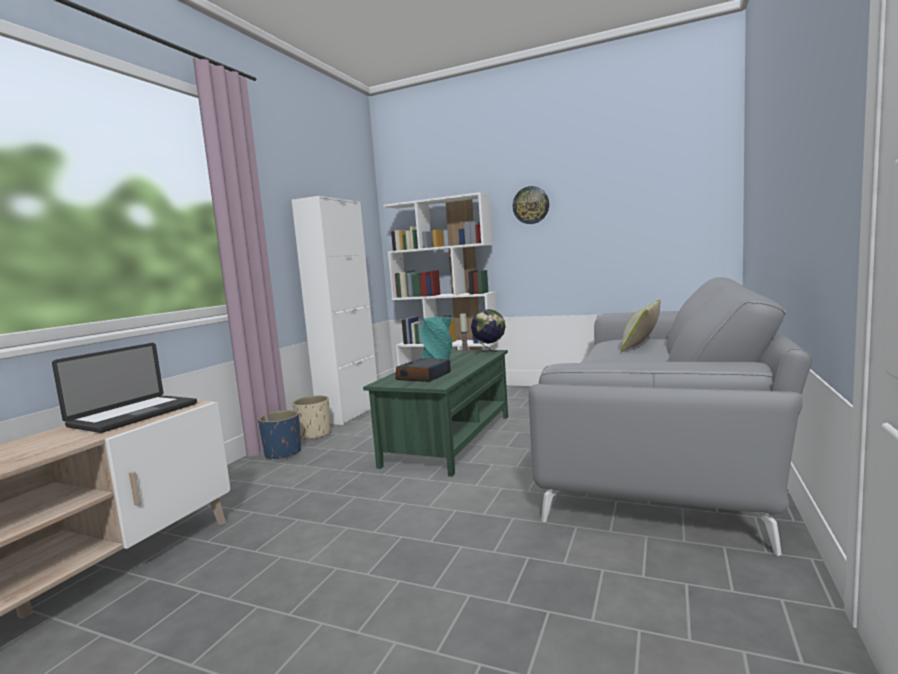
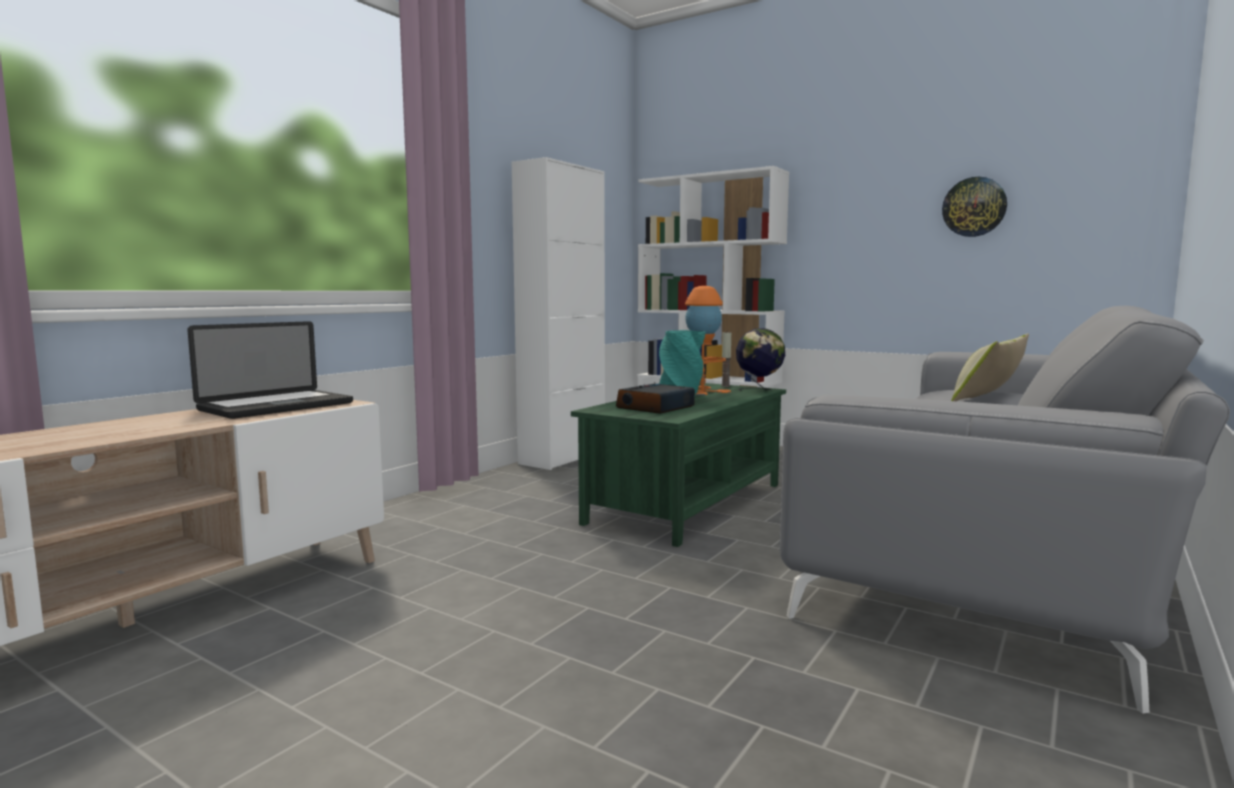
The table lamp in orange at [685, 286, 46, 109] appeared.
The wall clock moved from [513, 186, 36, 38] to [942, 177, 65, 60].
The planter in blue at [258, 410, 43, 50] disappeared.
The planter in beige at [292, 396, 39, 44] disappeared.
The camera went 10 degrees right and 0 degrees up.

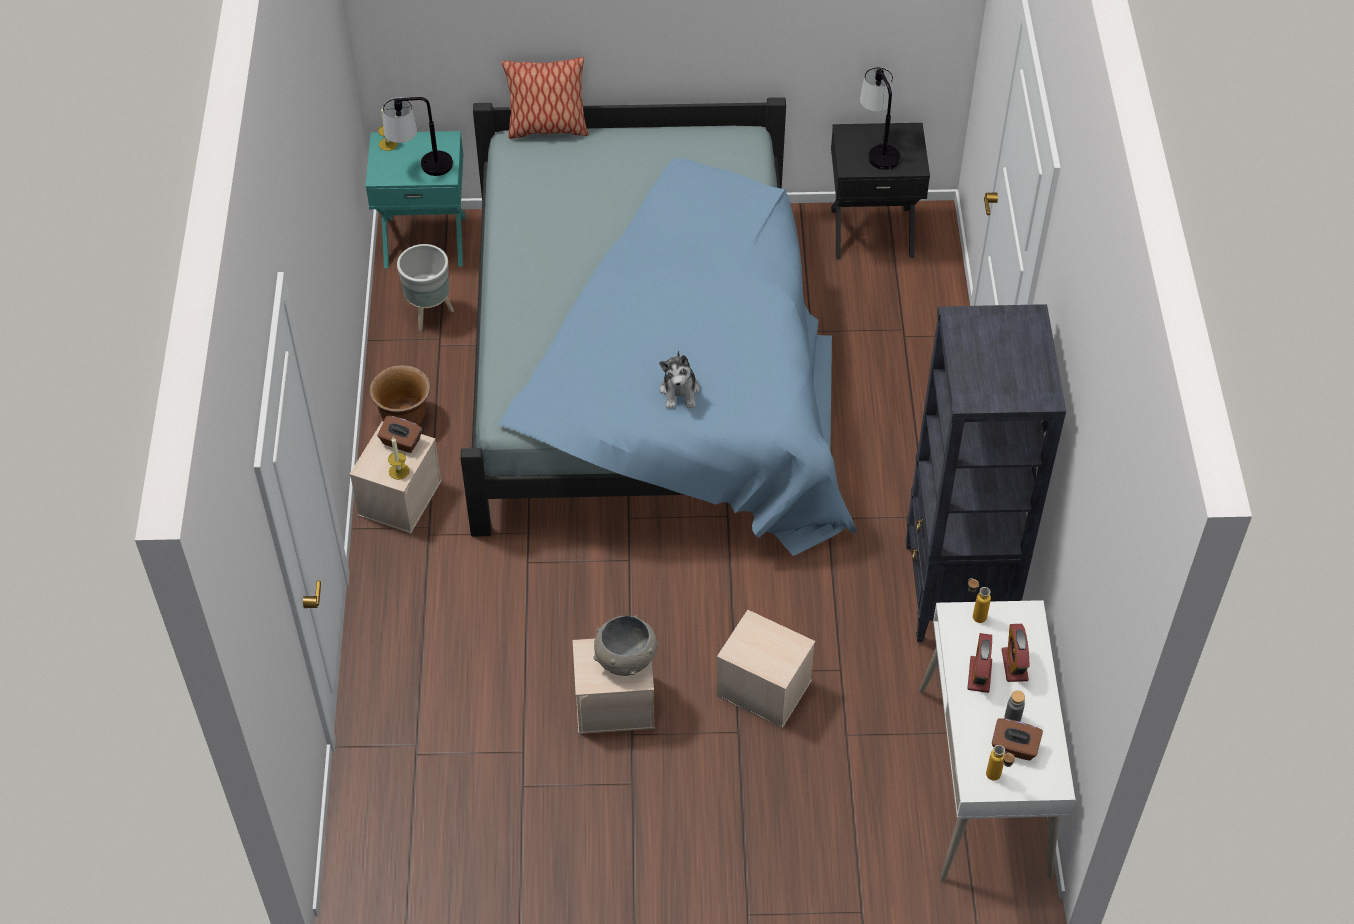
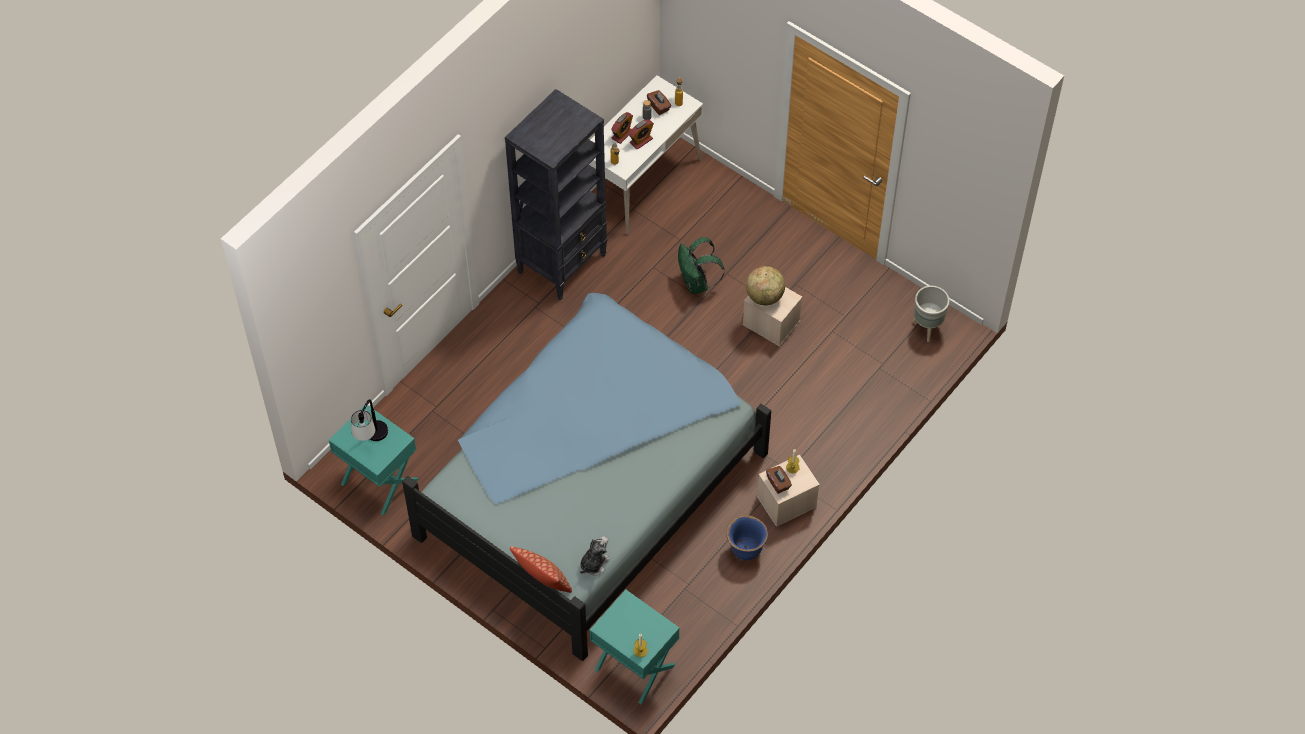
The nightstand in black at [831, 123, 99, 136] became the nightstand in turquoise at [329, 405, 89, 110].
The plush toy moved from [659, 350, 41, 59] to [580, 536, 31, 39].
The storage box in beige at [716, 610, 99, 118] was replaced by the backpack in green at [678, 237, 47, 57].
The planter in brown at [370, 365, 61, 60] became the planter in blue at [726, 515, 42, 46].
The bowl in grey at [594, 615, 65, 61] was replaced by the globe at [746, 266, 39, 40].
The planter in grey moved from [397, 244, 57, 87] to [912, 286, 38, 56].
The table lamp at [383, 97, 70, 79] disappeared.
The camera went 140 degrees left and 5 degrees up.

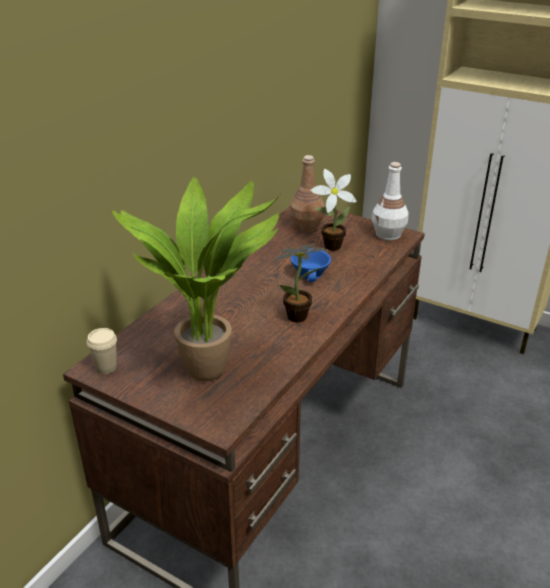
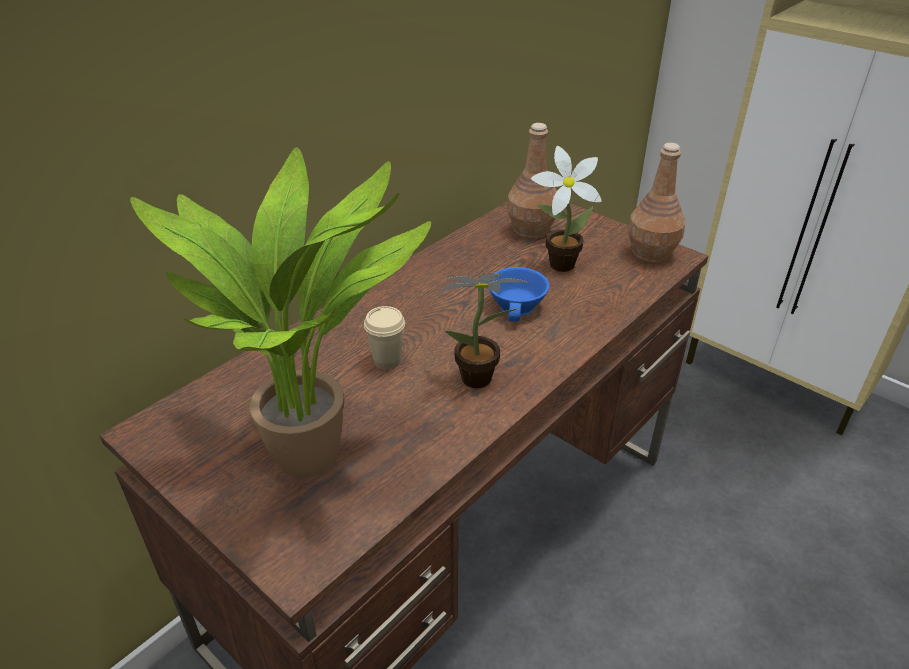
The cup in beige moved from [87, 328, 30, 46] to [364, 306, 41, 64].
The bottle in white at [372, 162, 37, 78] became the bottle in brown at [628, 143, 57, 120].
The camera went 10 degrees right and 5 degrees up.

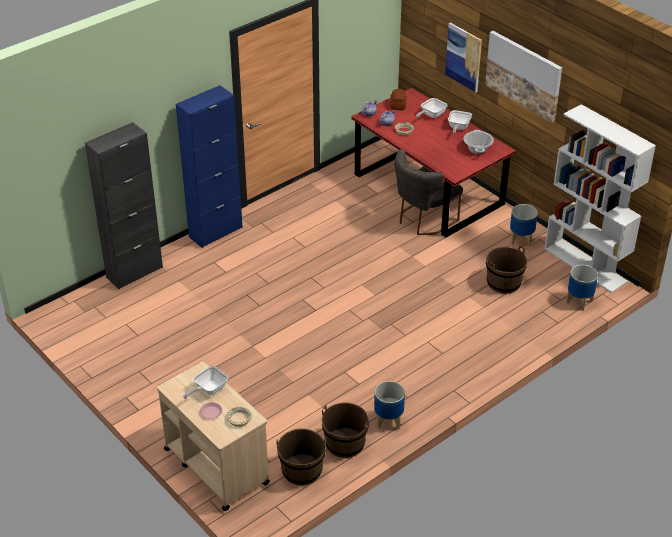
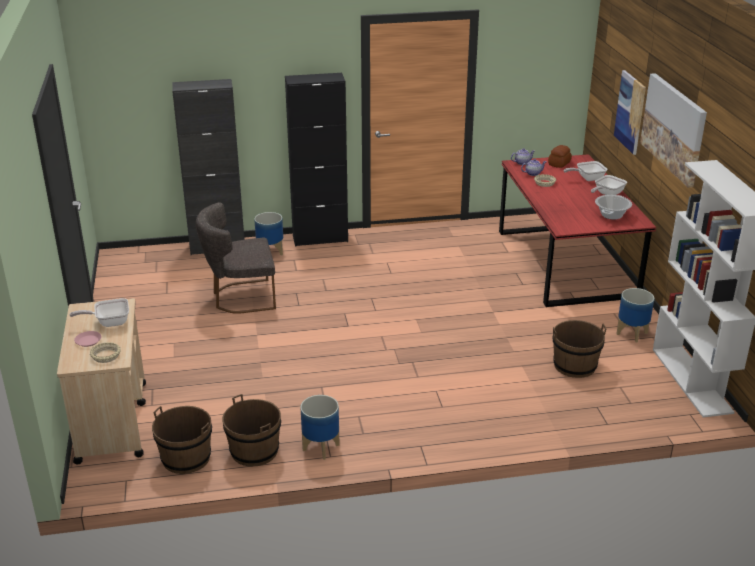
The chair in grey moved from [394, 149, 69, 86] to [195, 202, 81, 112].
The planter moved from [566, 265, 32, 46] to [254, 212, 29, 43].
The cabinet in blue at [176, 85, 67, 163] became the cabinet in black at [285, 73, 63, 174].
The camera went 30 degrees right and 10 degrees down.

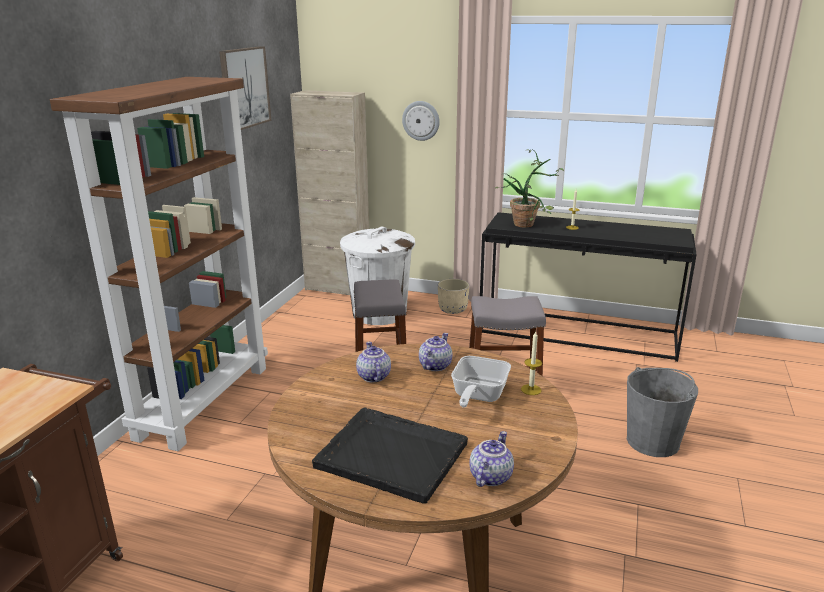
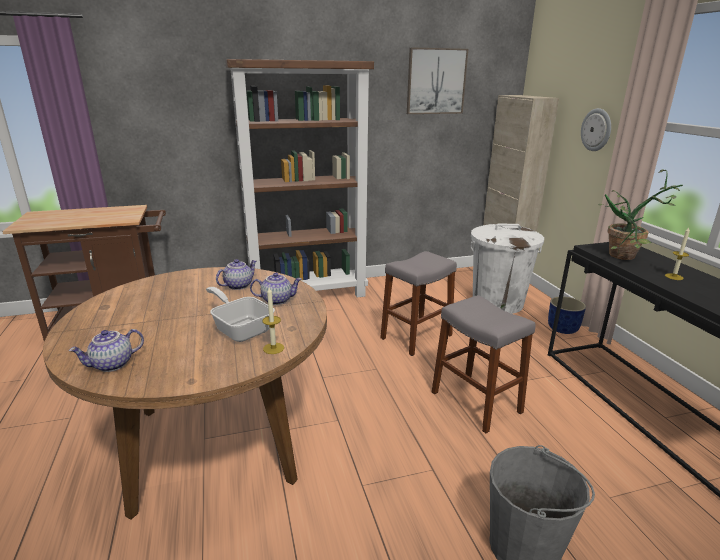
The teapot at [469, 431, 45, 56] turned 150 degrees clockwise.
The frying pan at [451, 356, 60, 52] turned 60 degrees clockwise.
The planter in beige at [438, 279, 31, 35] became the planter in blue at [548, 296, 38, 38].
The tray in black at [312, 408, 156, 96] disappeared.
The camera went 55 degrees right and 0 degrees up.

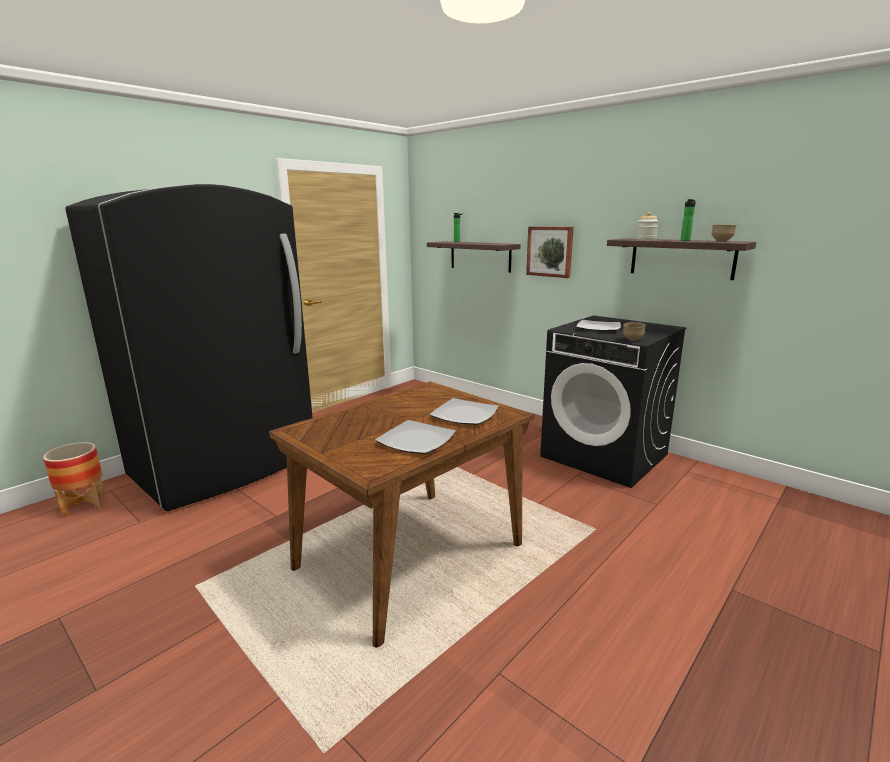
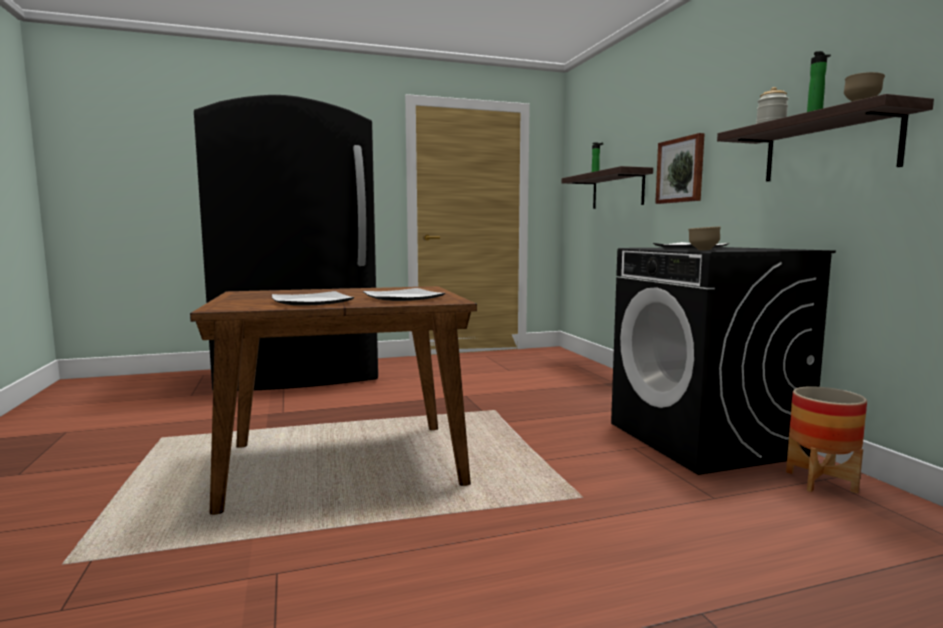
The planter moved from [43, 442, 62, 76] to [786, 386, 81, 108].
The camera went 30 degrees right and 10 degrees down.

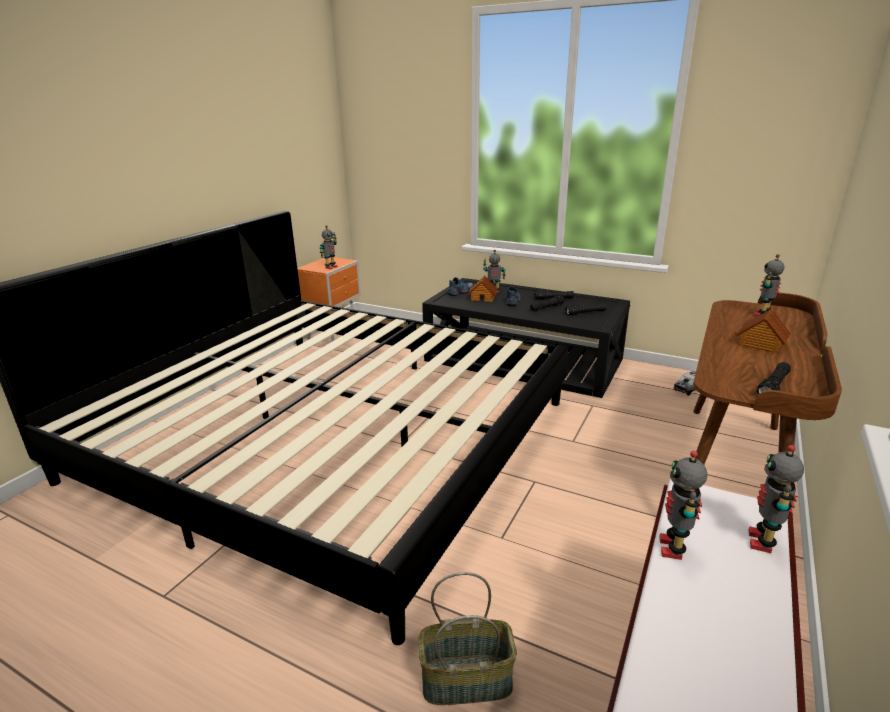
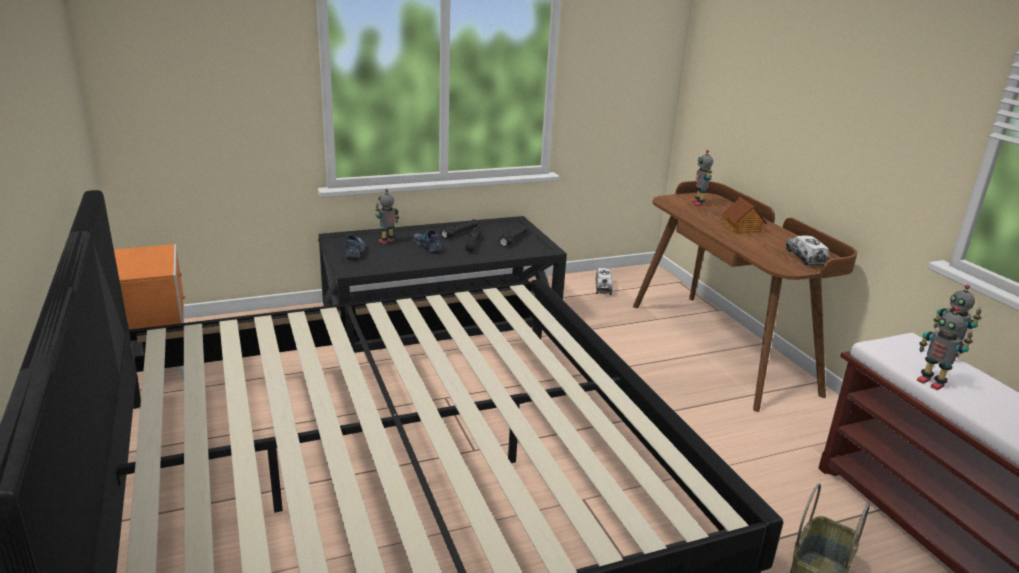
The flashlight in black at [757, 362, 34, 33] was replaced by the toy truck at [786, 236, 43, 29].
The toy robot at [320, 225, 18, 44] disappeared.
The toy house at [468, 276, 30, 26] disappeared.
The camera went 50 degrees left and 0 degrees up.

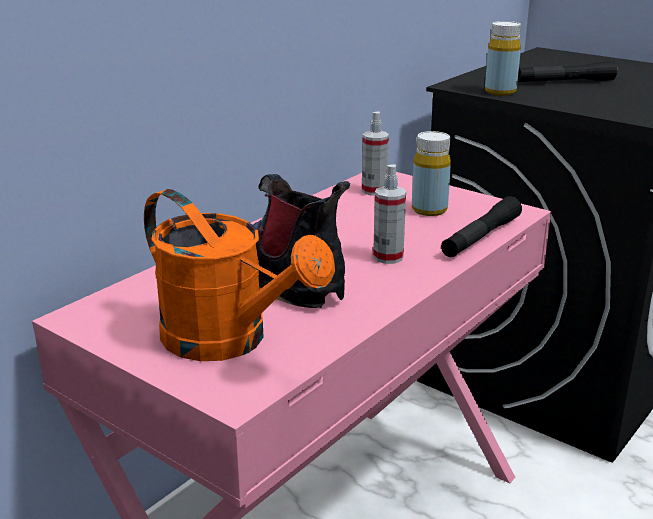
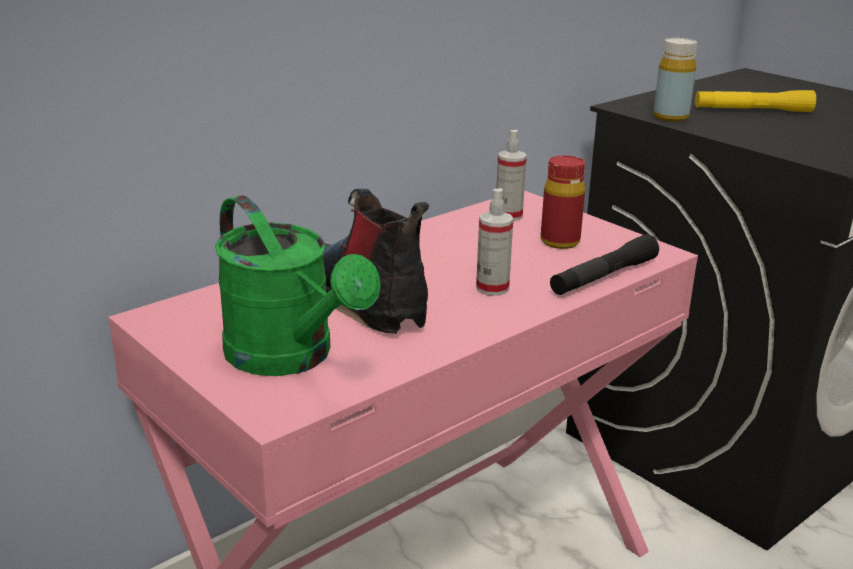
The watering can in orange at [144, 189, 191, 172] became the watering can in green at [215, 195, 165, 181].
The bottle in yellow at [412, 131, 39, 85] became the bottle in red at [541, 155, 44, 94].
The flashlight in black at [518, 61, 99, 21] became the flashlight in yellow at [695, 90, 121, 22].
The camera went 10 degrees right and 0 degrees up.

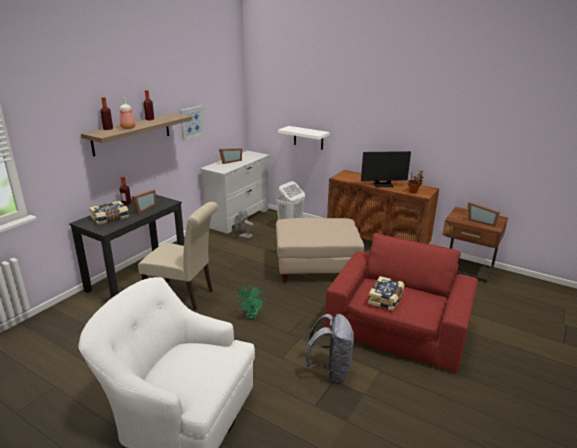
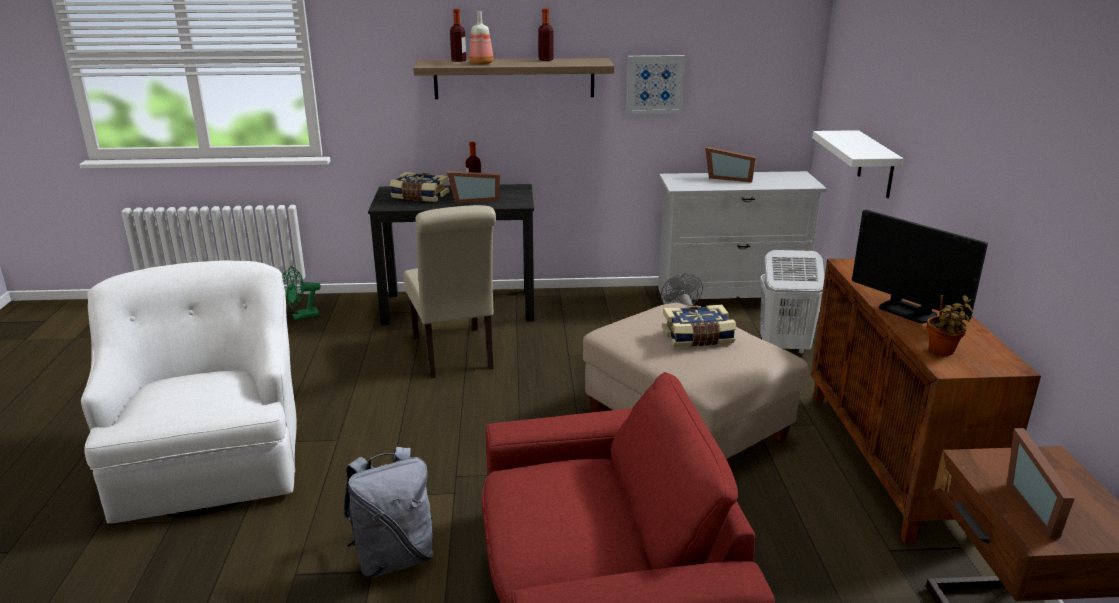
The fan in green moved from [236, 285, 29, 34] to [282, 266, 39, 54].
The book moved from [368, 276, 36, 34] to [662, 305, 74, 42].
The camera went 55 degrees right and 0 degrees up.

